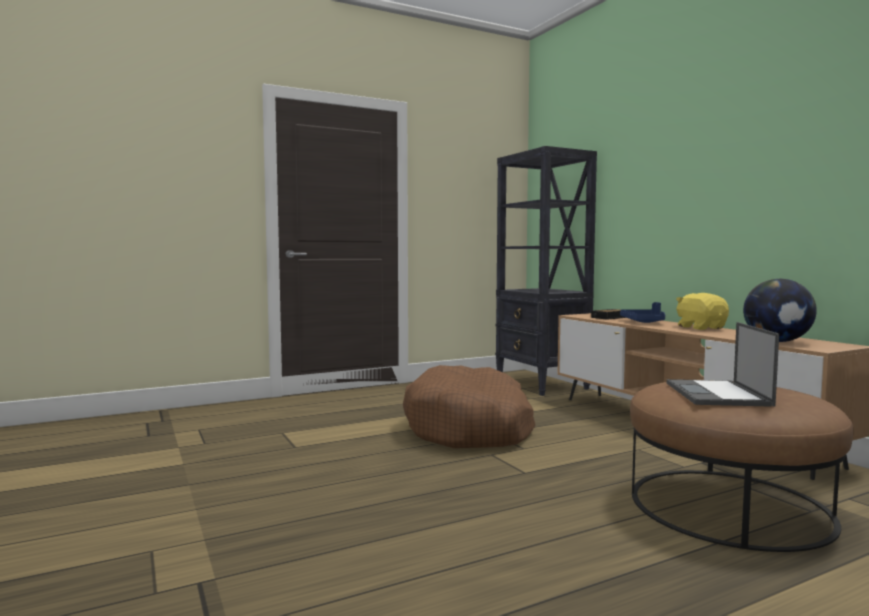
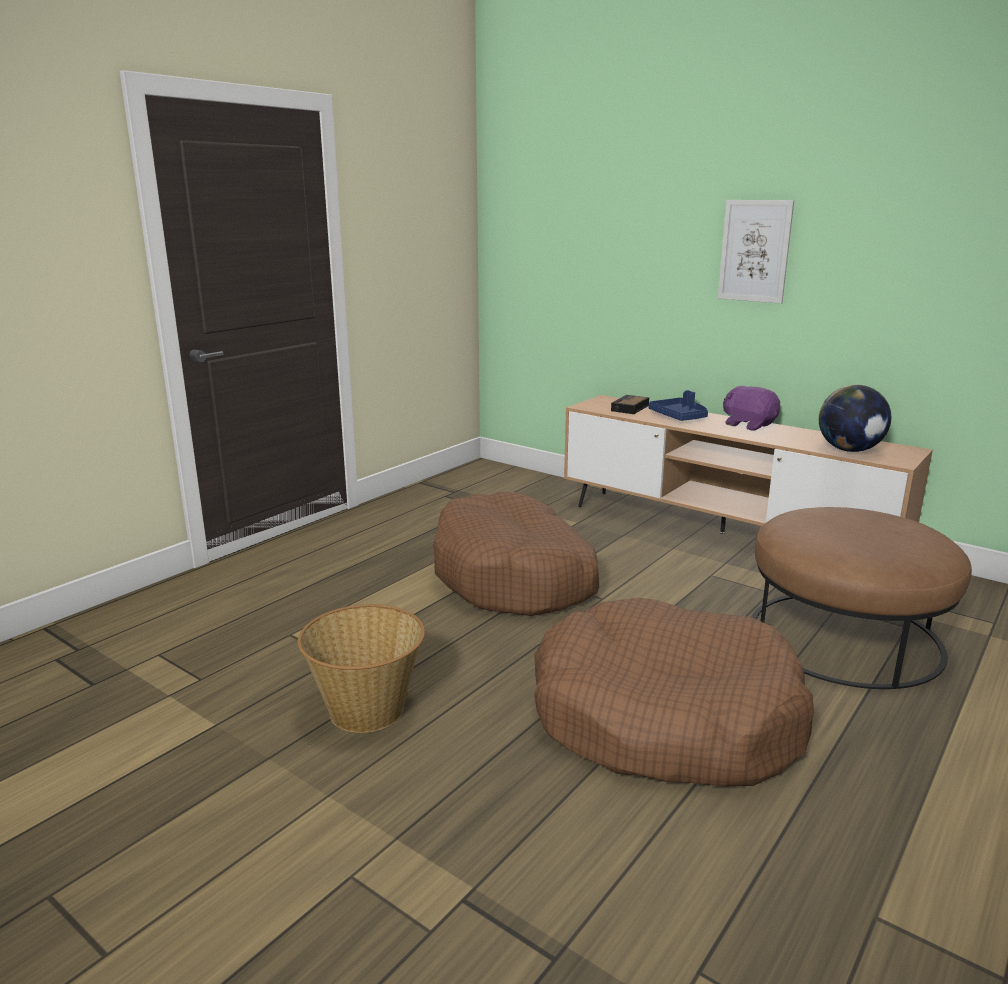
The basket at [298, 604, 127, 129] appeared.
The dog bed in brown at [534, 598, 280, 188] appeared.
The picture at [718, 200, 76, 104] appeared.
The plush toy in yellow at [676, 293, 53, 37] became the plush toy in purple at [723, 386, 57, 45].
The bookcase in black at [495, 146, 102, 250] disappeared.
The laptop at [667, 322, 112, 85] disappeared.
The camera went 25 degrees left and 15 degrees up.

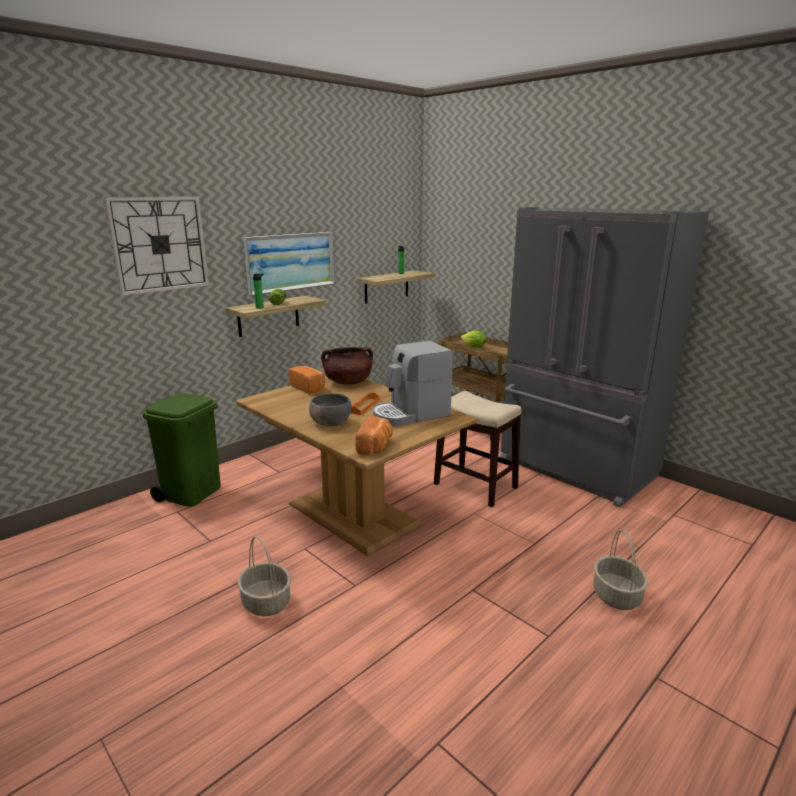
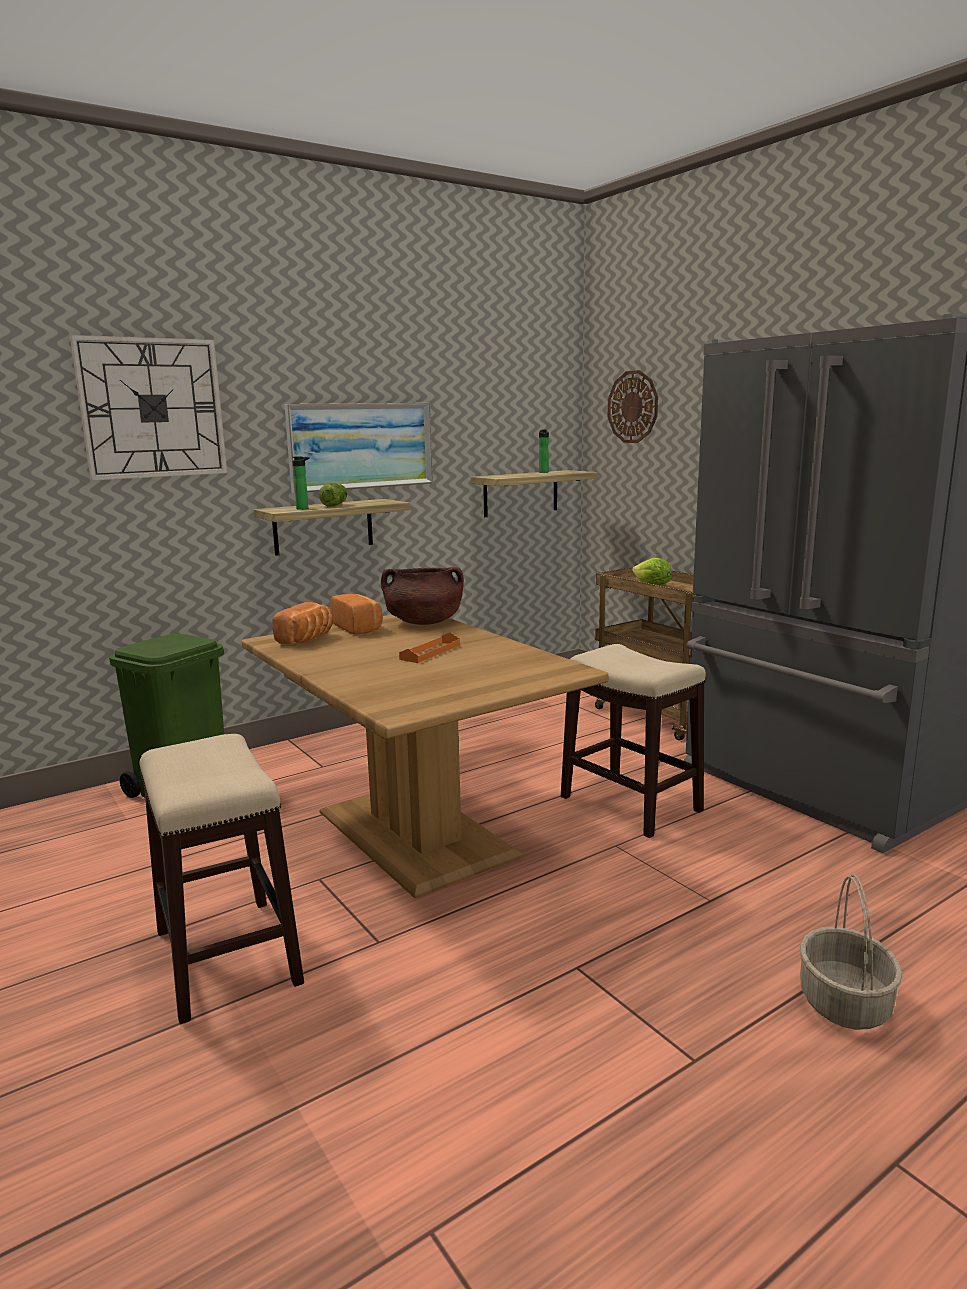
The basket at [238, 537, 53, 79] was replaced by the stool at [139, 734, 165, 290].
The bread moved from [355, 416, 38, 39] to [272, 602, 61, 42].
The wall clock at [608, 370, 50, 73] appeared.
The bowl in grey at [309, 393, 42, 33] disappeared.
The coffee machine at [373, 341, 80, 85] disappeared.
The camera went 10 degrees right and 5 degrees down.

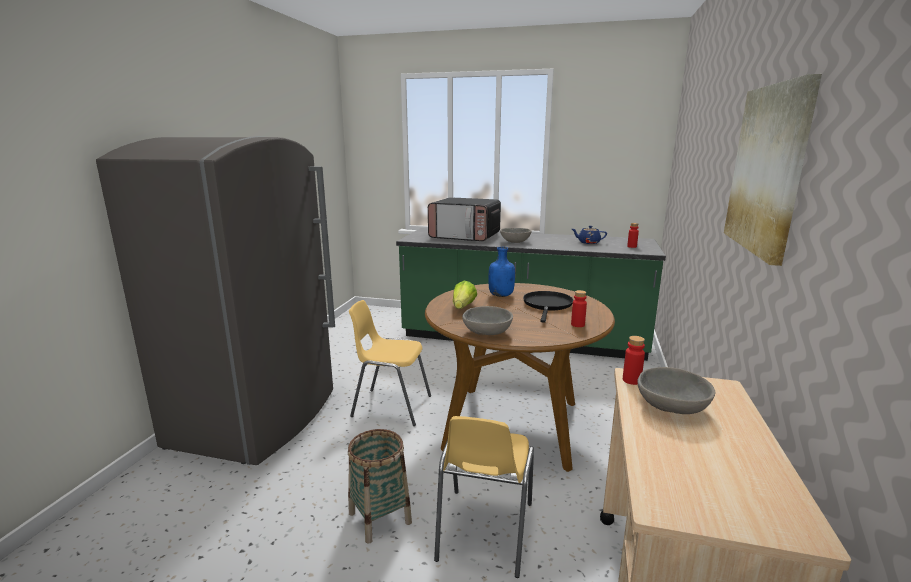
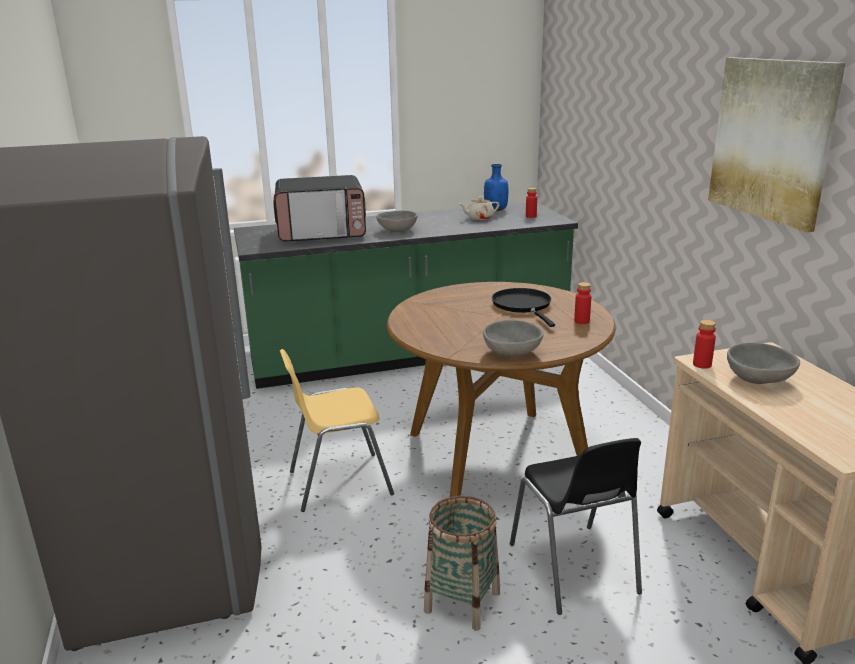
The teapot in blue at [572, 226, 35, 18] became the teapot in beige at [459, 197, 41, 23].
The bottle in blue moved from [488, 247, 27, 50] to [484, 164, 24, 47].
The chair in yellow at [434, 416, 100, 162] became the chair in black at [510, 438, 132, 177].
The lettuce at [453, 281, 24, 28] disappeared.
The camera went 30 degrees left and 5 degrees up.

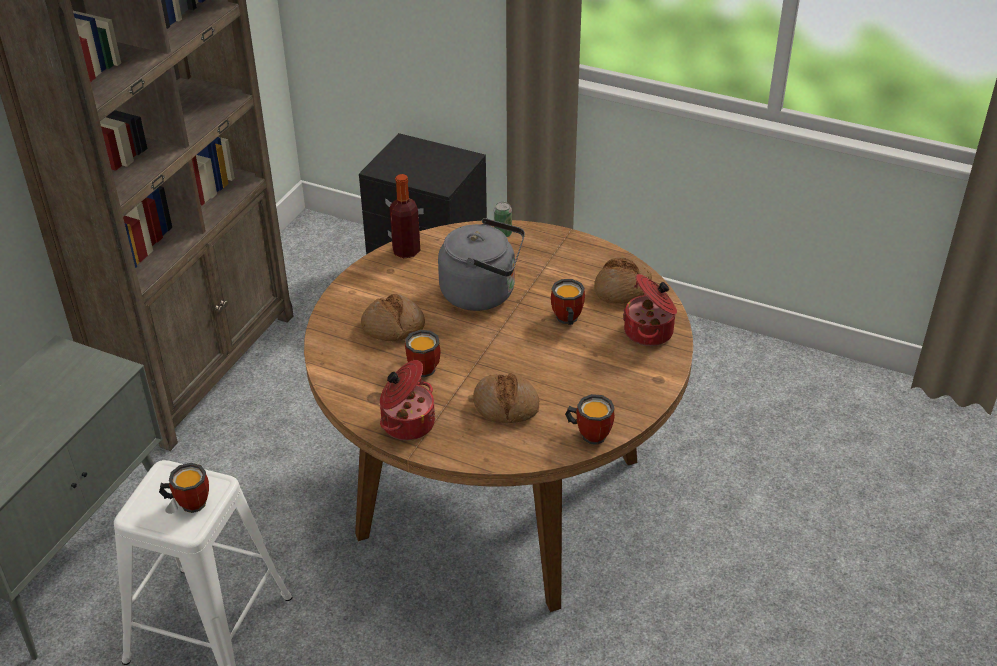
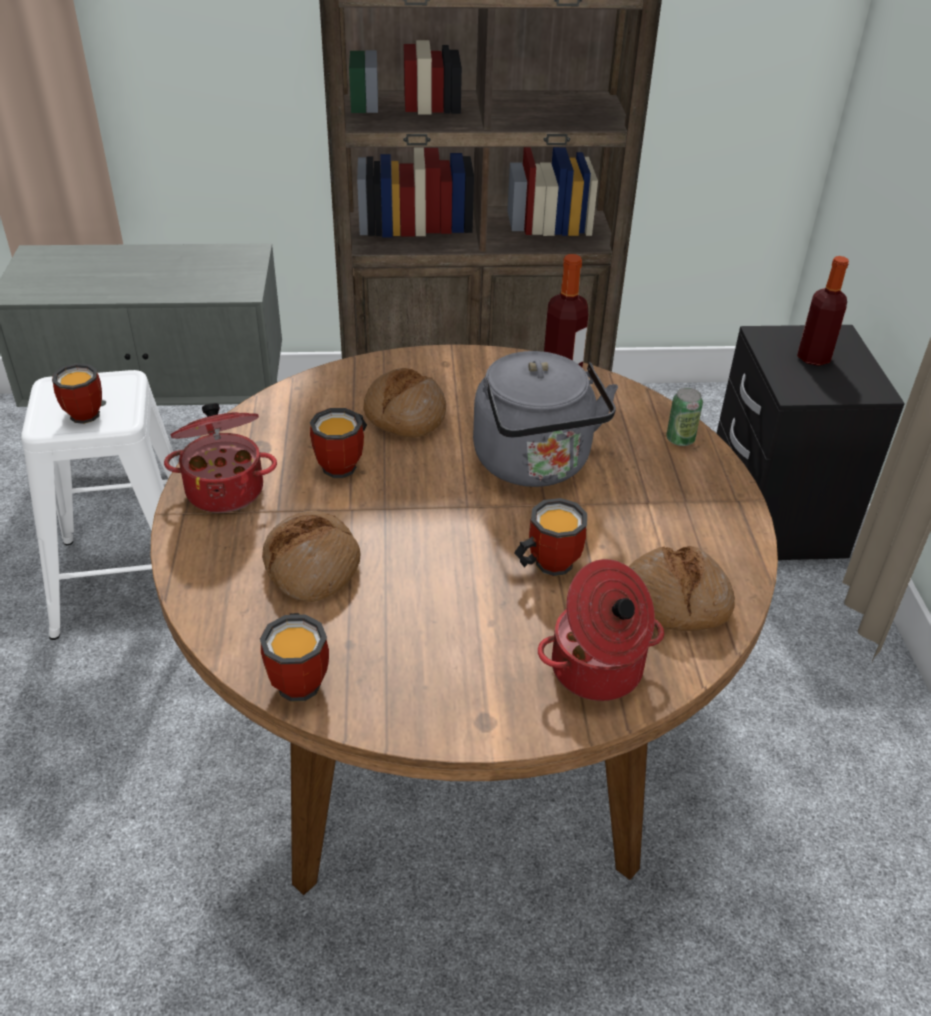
The bottle at [797, 256, 52, 110] appeared.
The camera went 60 degrees right and 0 degrees up.

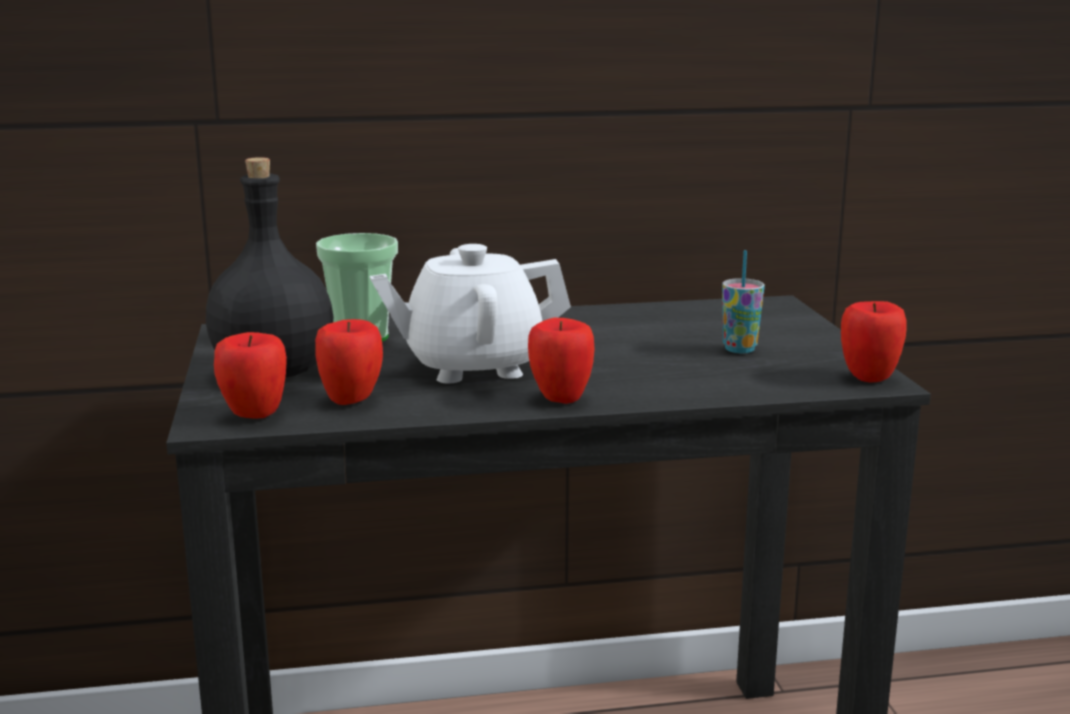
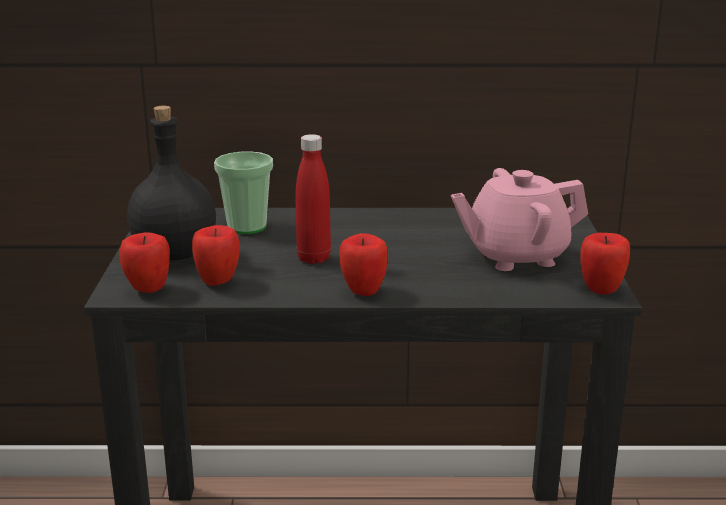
The teapot in white at [370, 244, 201, 140] was replaced by the bottle in red at [295, 134, 36, 130].
The cup at [722, 250, 43, 104] was replaced by the teapot in pink at [451, 168, 137, 103].
The camera went 10 degrees right and 5 degrees up.

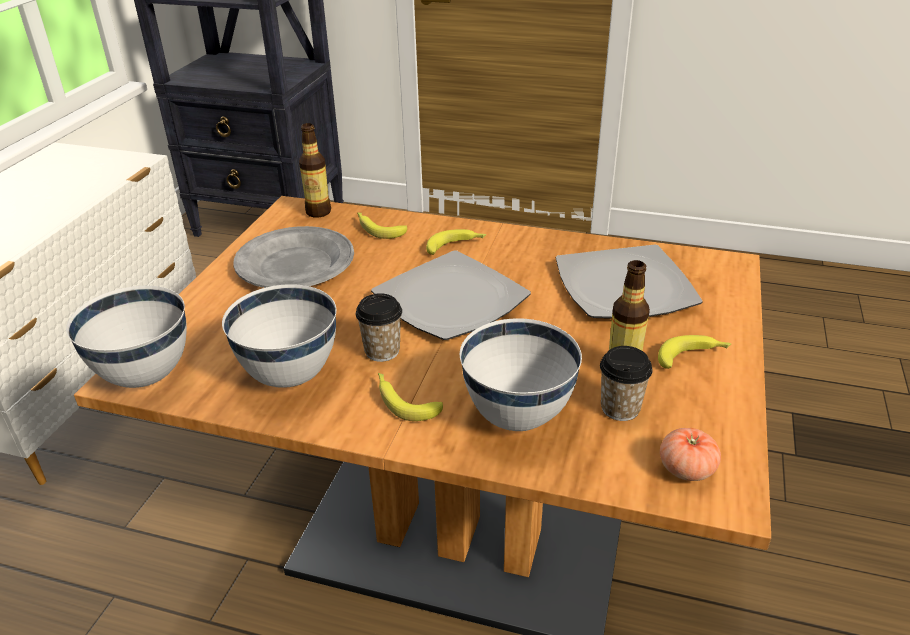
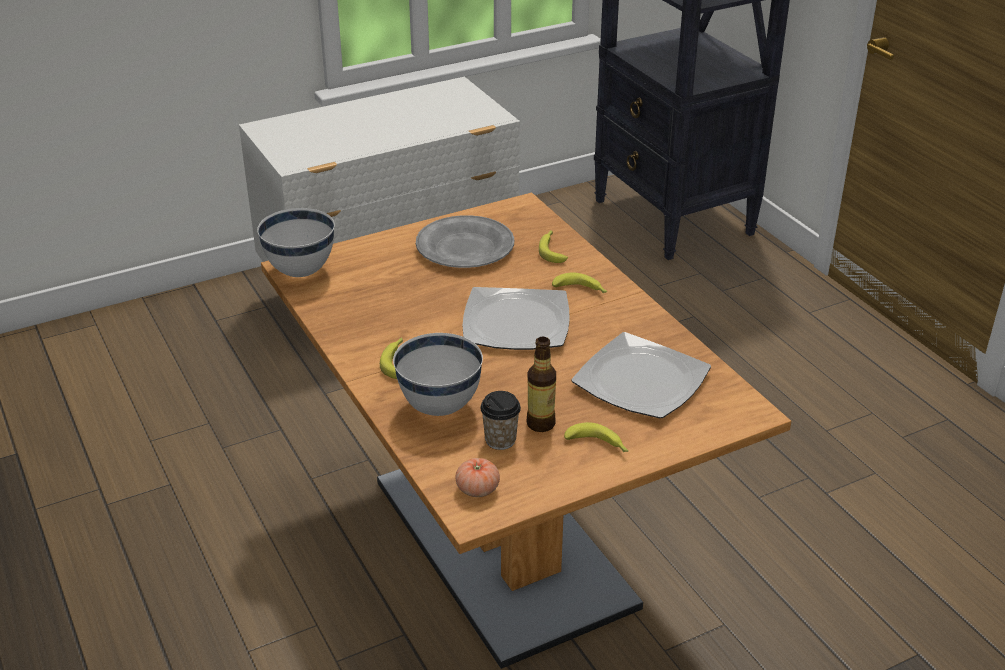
The bowl in white at [222, 284, 114, 104] disappeared.
The bottle at [299, 123, 32, 95] disappeared.
The cup at [356, 293, 46, 69] disappeared.
The camera went 45 degrees right and 0 degrees up.

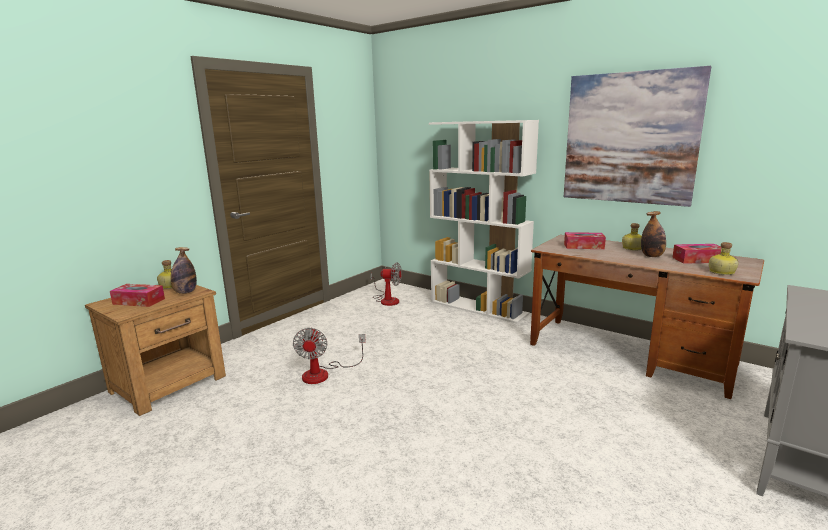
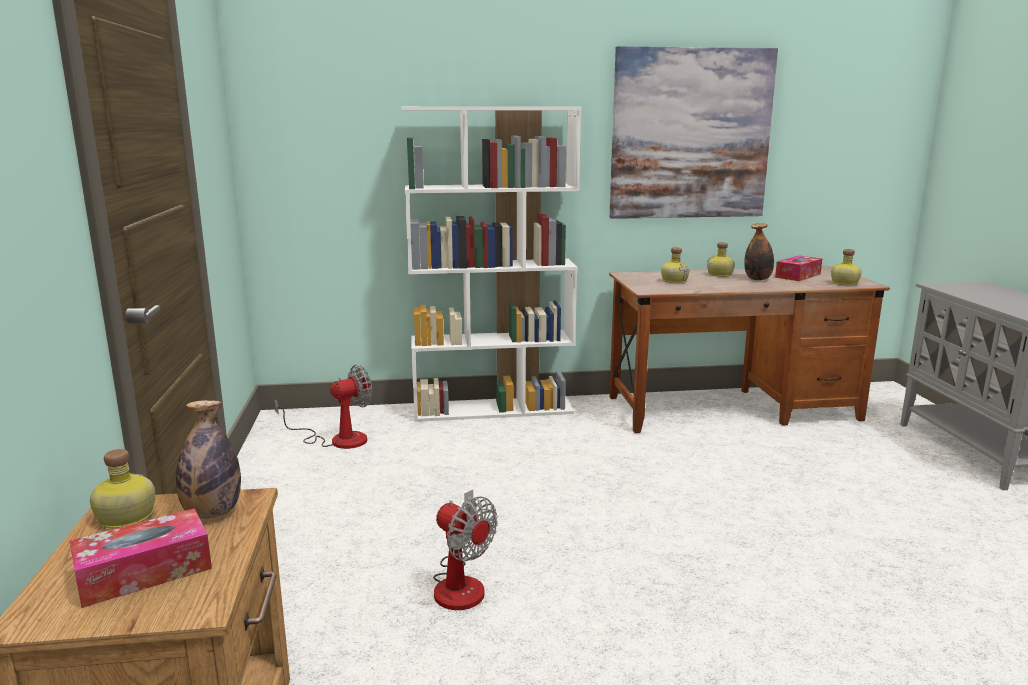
The tissue box at [564, 232, 42, 17] was replaced by the bottle at [661, 247, 28, 36].
The camera went 45 degrees left and 0 degrees up.

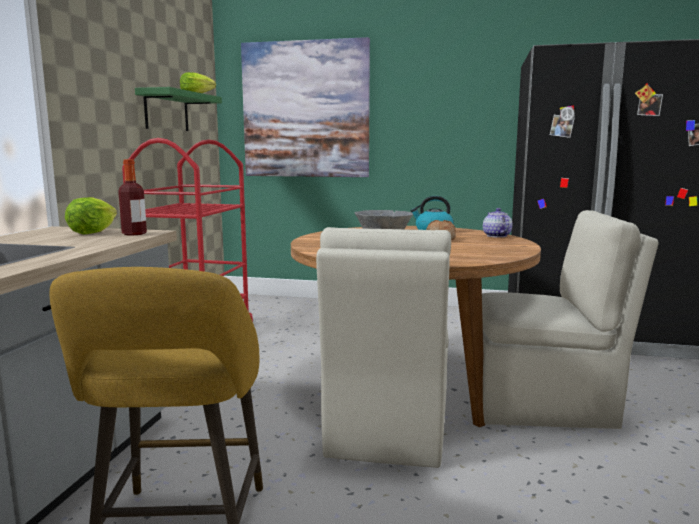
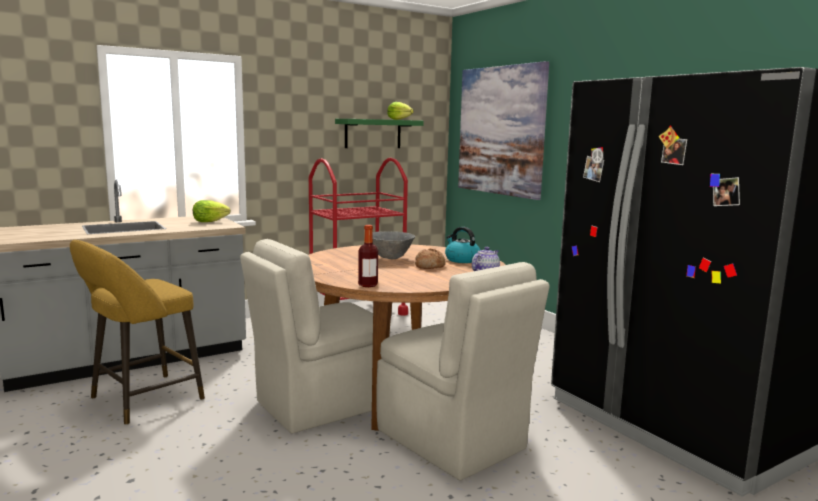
The bottle moved from [118, 159, 29, 77] to [358, 225, 20, 62].
The camera went 45 degrees right and 0 degrees up.

